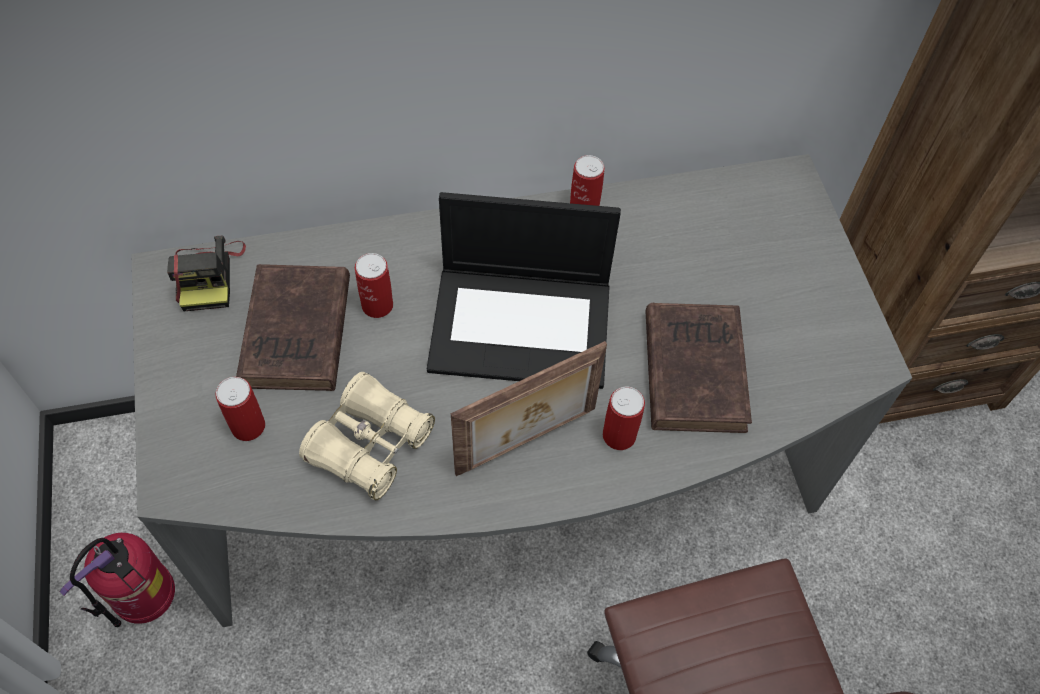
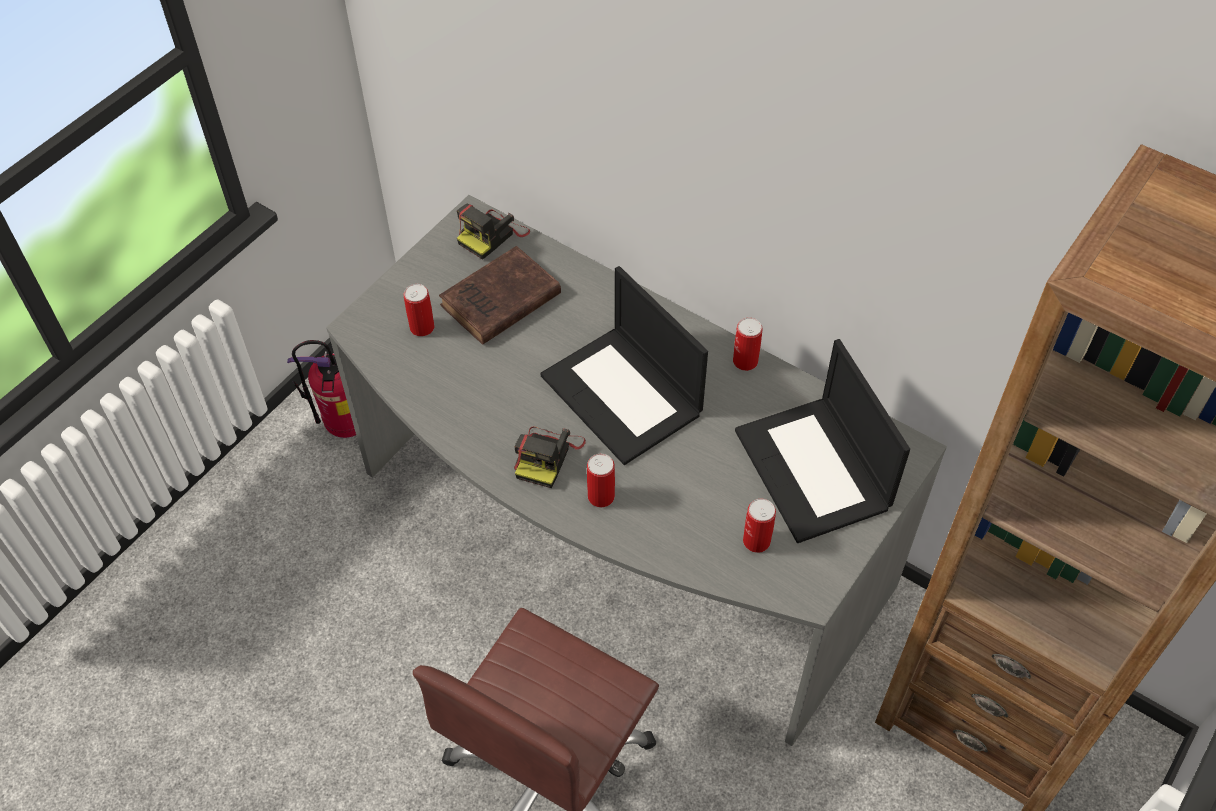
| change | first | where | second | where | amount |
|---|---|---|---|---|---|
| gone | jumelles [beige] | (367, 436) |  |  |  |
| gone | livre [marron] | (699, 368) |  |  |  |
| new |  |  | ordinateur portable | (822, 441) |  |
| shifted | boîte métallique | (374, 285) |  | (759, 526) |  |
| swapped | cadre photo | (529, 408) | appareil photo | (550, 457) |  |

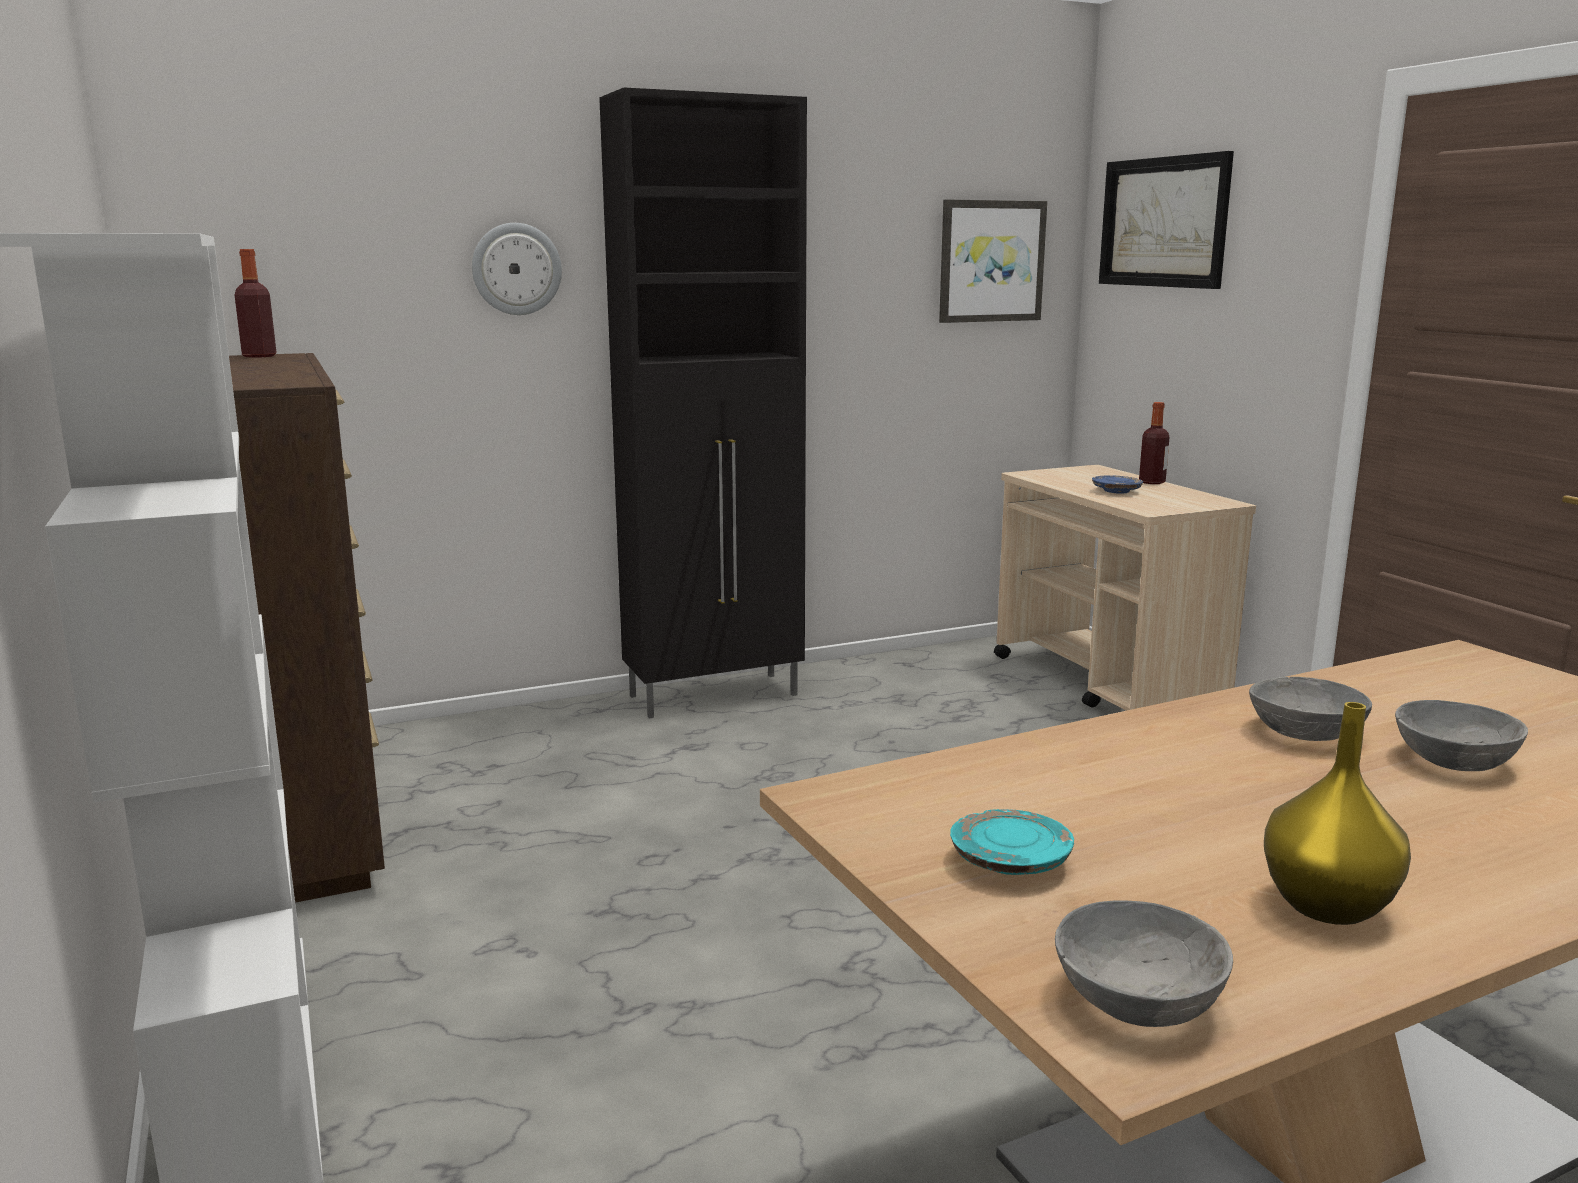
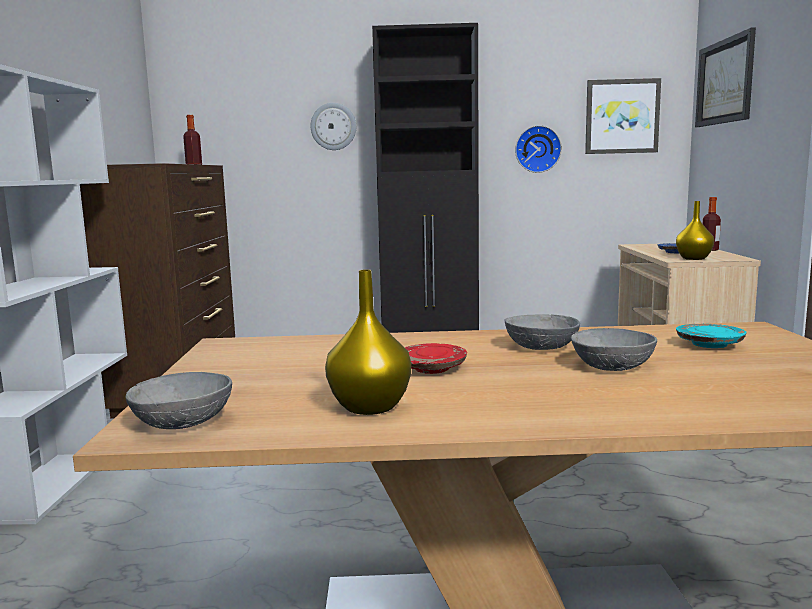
| change | first | where | second | where | amount |
|---|---|---|---|---|---|
| new |  |  | assiette [rouge] | (436, 358) |  |
| new |  |  | horloge murale | (538, 149) |  |
| new |  |  | vase [jaune] | (695, 230) |  |
| shifted | assiette [turquoise] | (1012, 842) |  | (711, 336) |  |

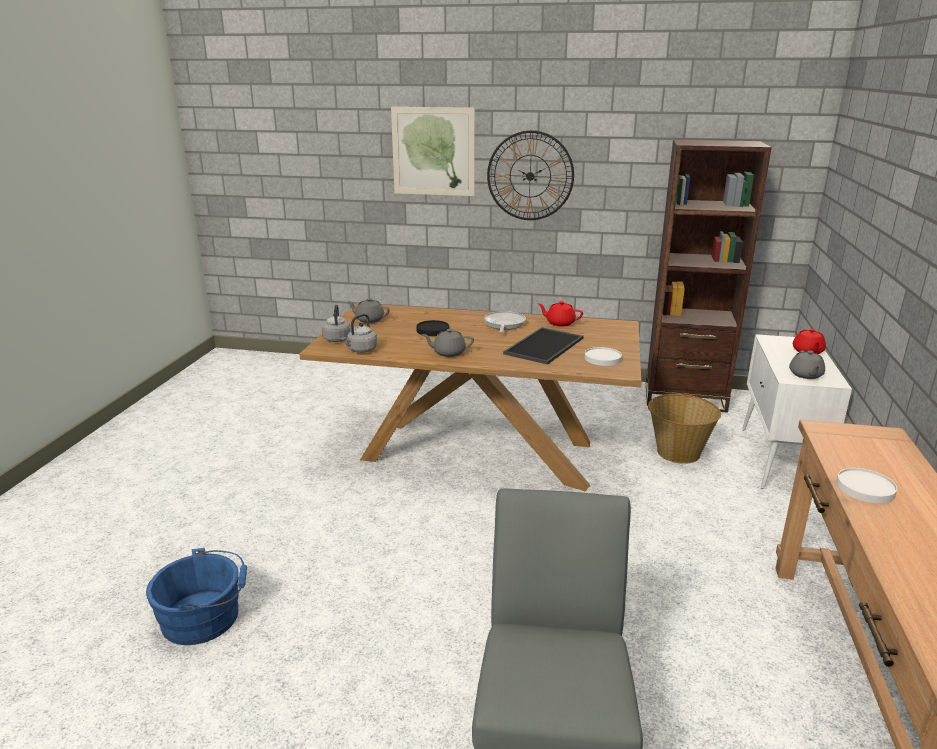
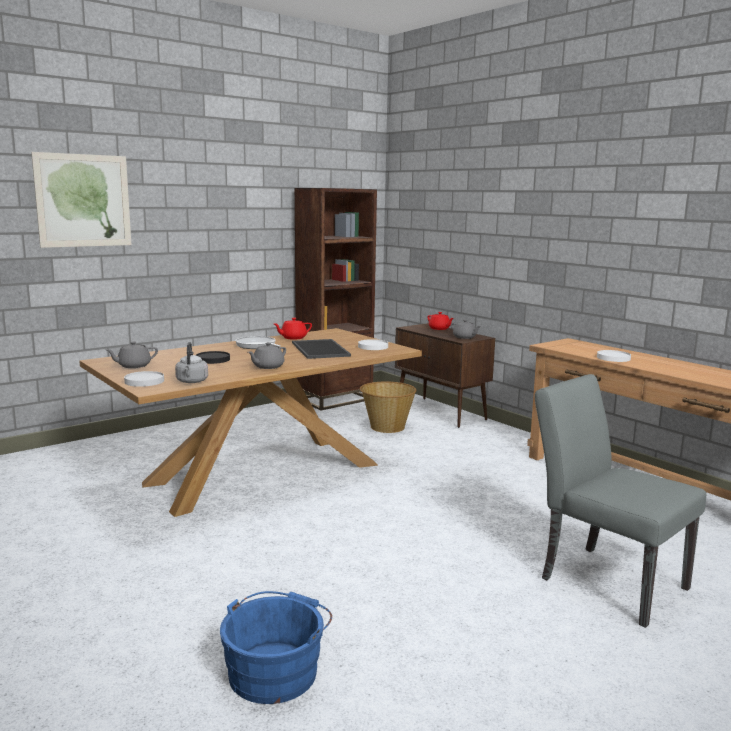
| change | first | where | second | where | amount |
|---|---|---|---|---|---|
| gone | horloge murale | (530, 175) |  |  |  |
| swapped | bouilloire [gris] | (336, 323) | assiette [blanc] | (144, 379) |  |
| repainted | meuble de rangement [blanc] | (797, 411) | meuble de rangement [marron] | (445, 375) |  |

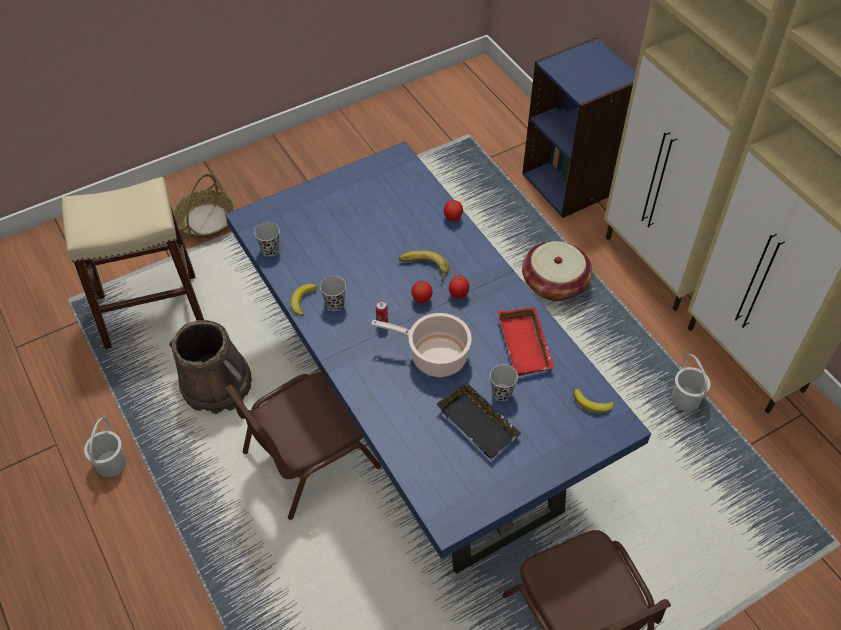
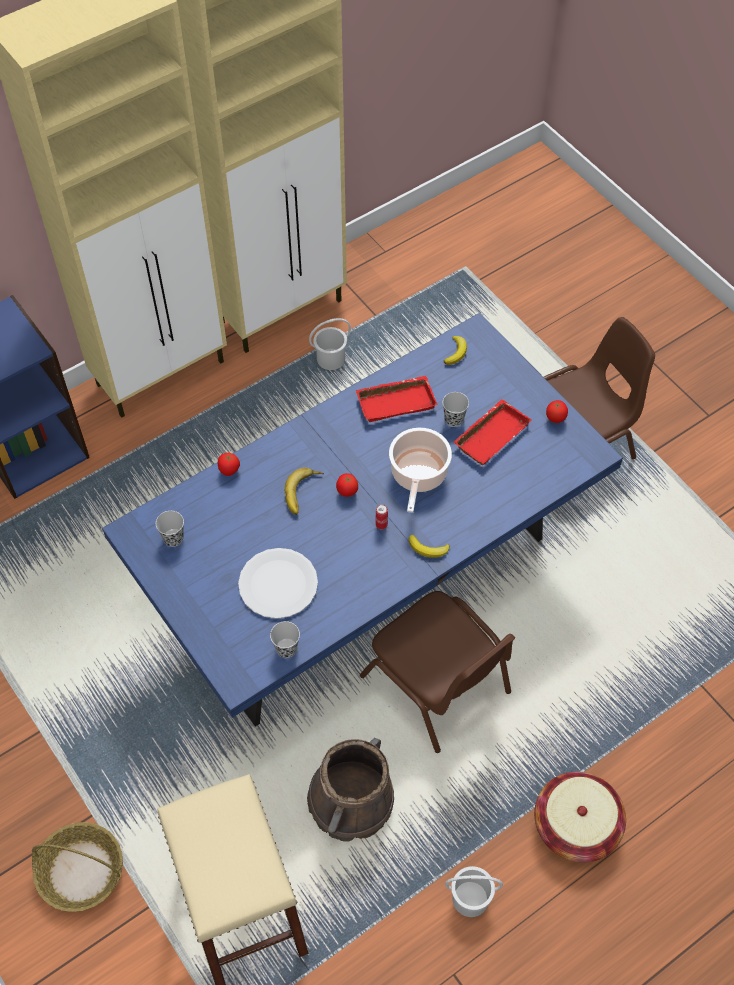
| change | first | where | second | where | amount |
|---|---|---|---|---|---|
| new |  |  | assiette [blanc] | (278, 583) |  |
| shifted | banane | (304, 300) |  | (429, 546) |  |
| shifted | tasse [noir] | (333, 293) |  | (170, 529) |  |
| shifted | tomate | (459, 287) |  | (557, 411) |  |
| shifted | panier | (557, 271) |  | (580, 817) |  |
| repainted | plateau [noir] | (479, 420) | plateau [rouge] | (492, 432) |  |

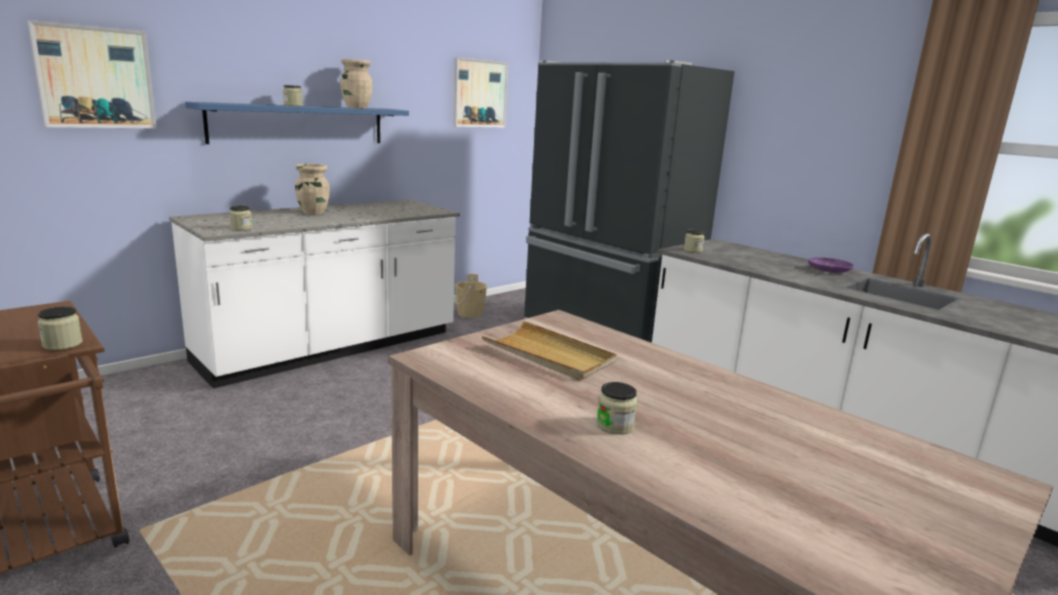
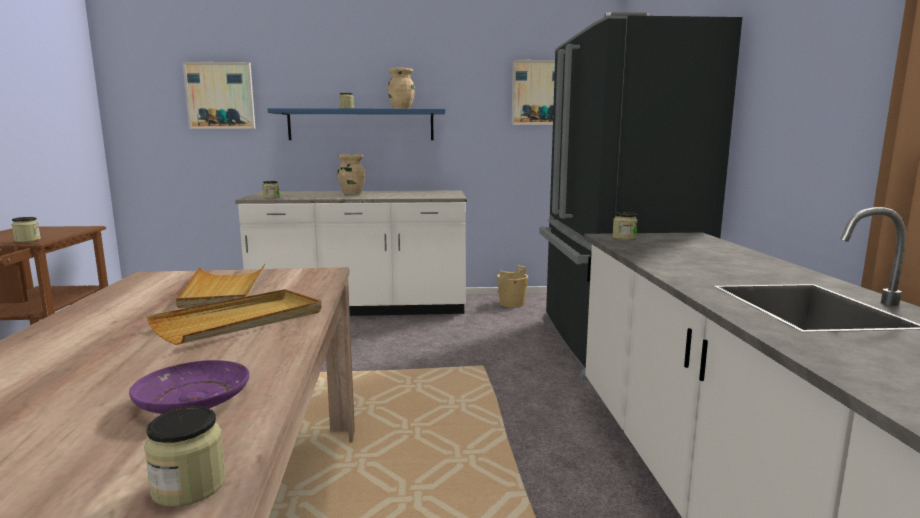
| change | first | where | second | where | amount |
|---|---|---|---|---|---|
| new |  |  | plateau [beige] | (234, 317) |  |
| shifted | bocal | (617, 408) |  | (185, 456) |  |
| shifted | assiette [violet] | (831, 265) |  | (189, 387) |  |

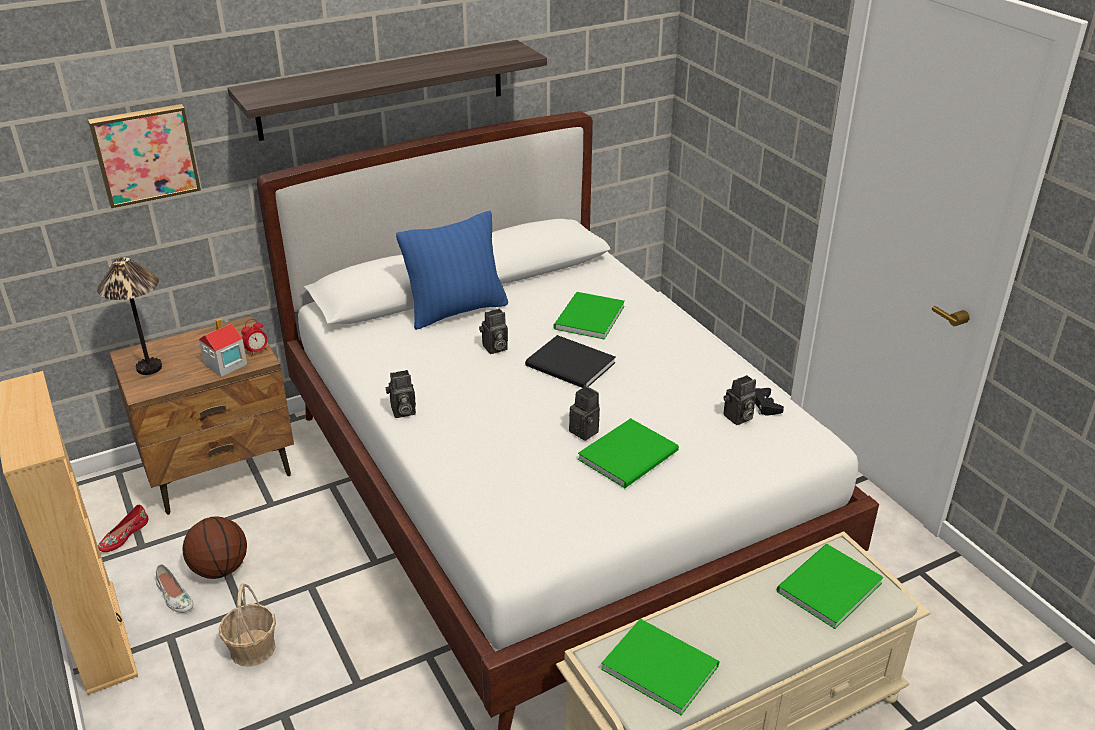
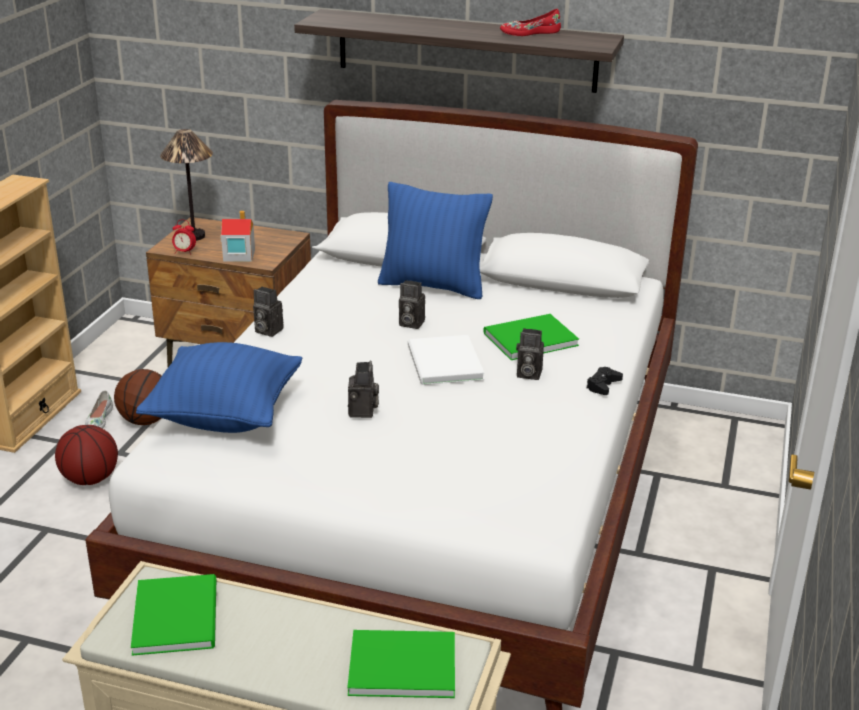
| change | first | where | second | where | amount |
|---|---|---|---|---|---|
| gone | tableau | (144, 156) |  |  |  |
| gone | livre [vert] | (628, 453) |  |  |  |
| new |  |  | coussin [bleu] | (219, 387) |  |
| shifted | chaussure [rouge] | (123, 528) |  | (530, 22) |  |
| shifted | réveil | (254, 336) |  | (184, 237) |  |
| shifted | appareil photo | (740, 400) |  | (530, 354) |  |
| shifted | manette [noir] | (769, 402) |  | (604, 381) |  |
| swapped | panier | (247, 625) | ballon de basket | (86, 455) |  |
| repainted | livre [noir] | (570, 361) | livre [blanc] | (446, 360) |  |

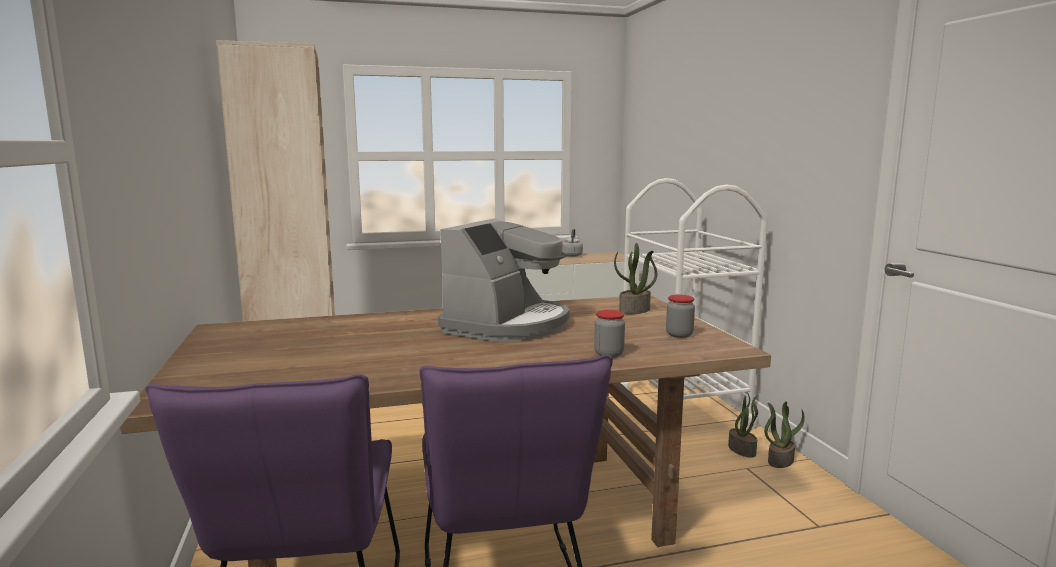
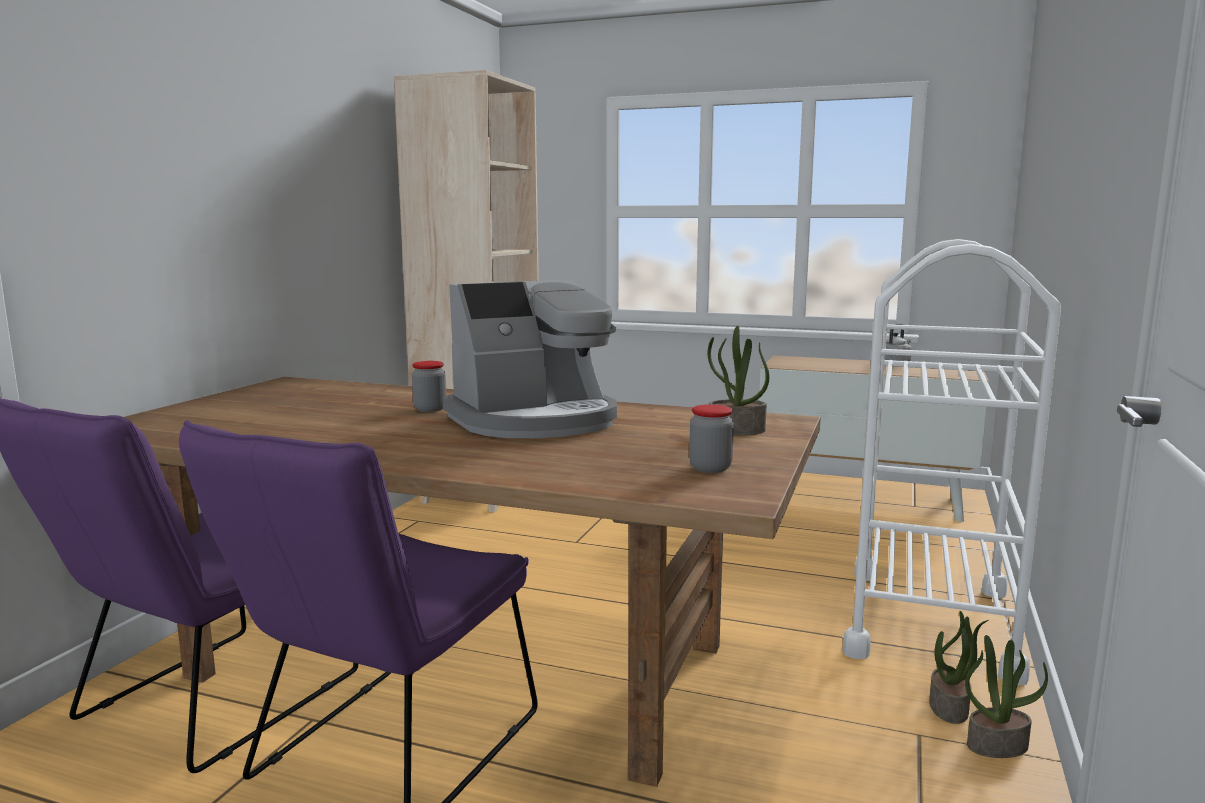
| change | first | where | second | where | amount |
|---|---|---|---|---|---|
| shifted | bocal | (609, 334) |  | (429, 386) |  |

